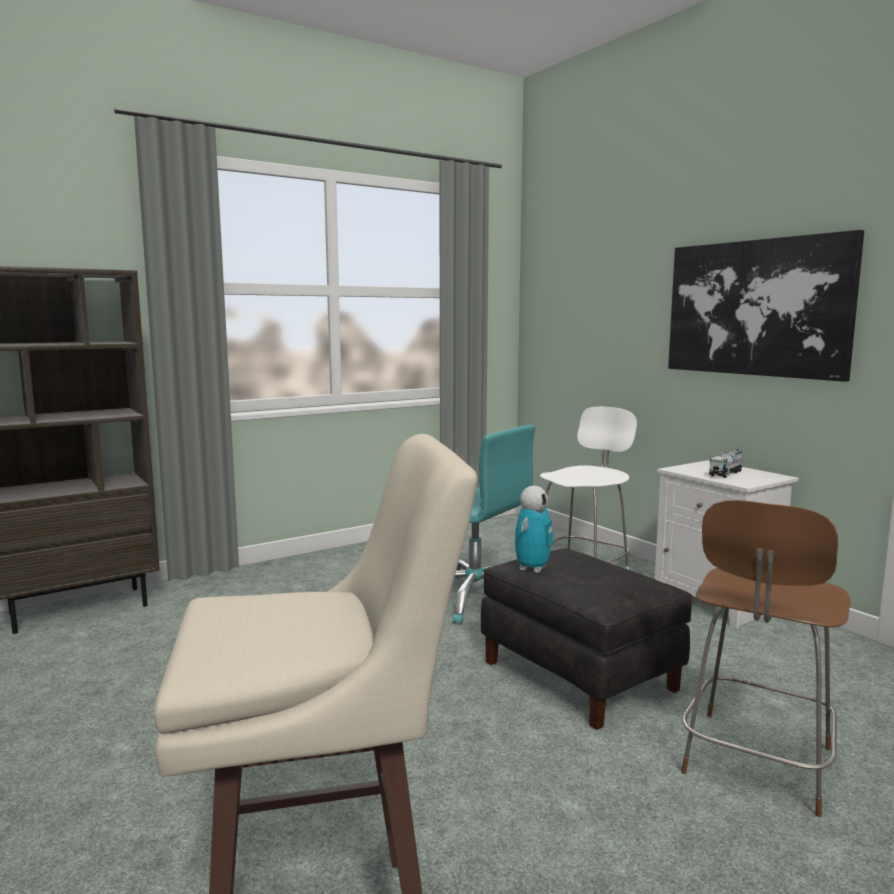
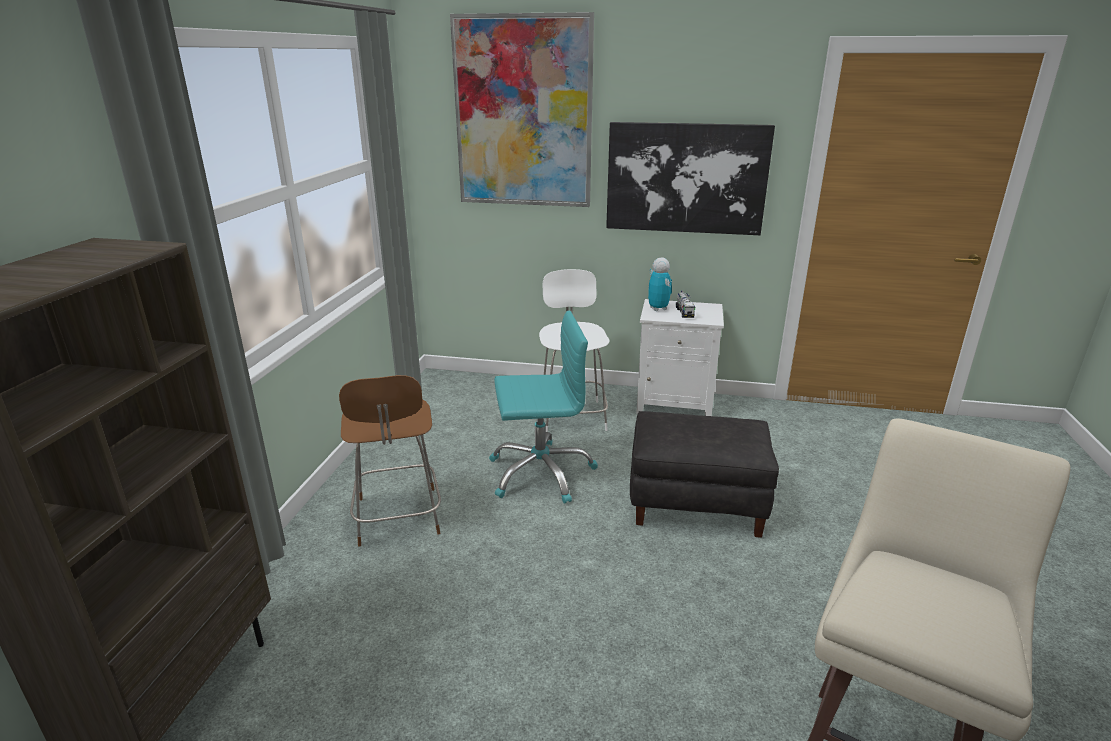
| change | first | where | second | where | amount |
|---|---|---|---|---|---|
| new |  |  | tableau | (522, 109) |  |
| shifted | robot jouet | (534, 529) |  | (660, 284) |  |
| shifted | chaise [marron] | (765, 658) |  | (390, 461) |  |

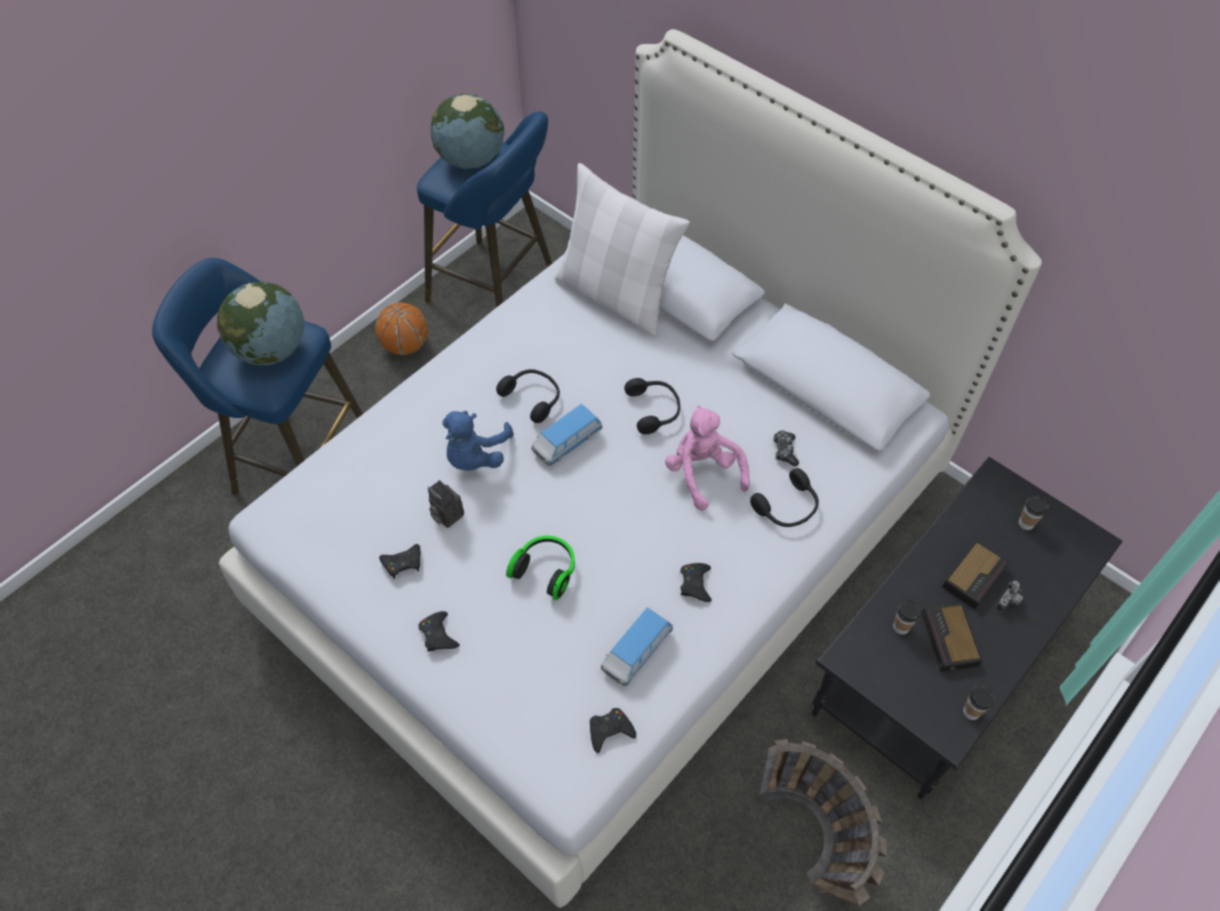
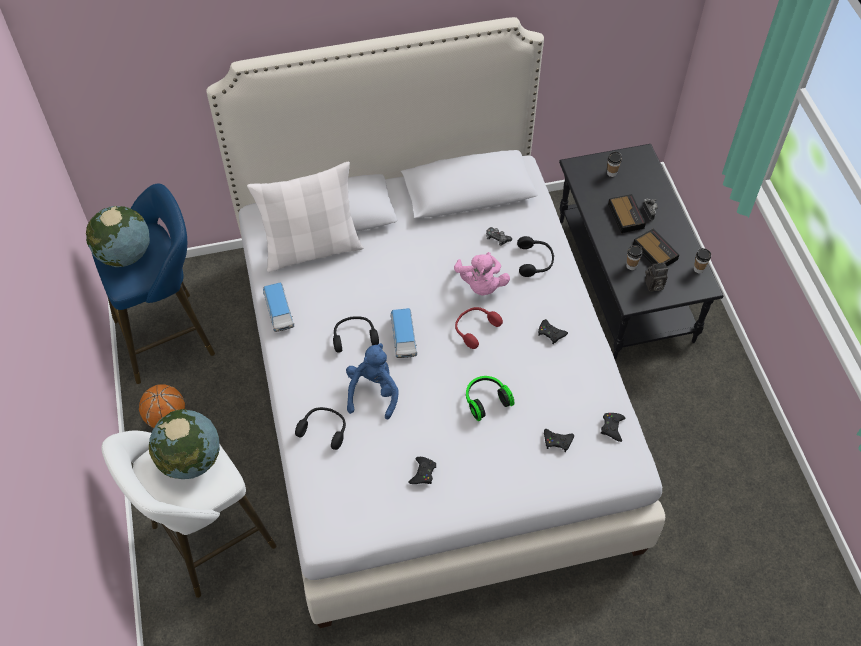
| change | first | where | second | where | amount |
|---|---|---|---|---|---|
| gone | panier | (815, 822) |  |  |  |
| new |  |  | casque audio [rouge] | (479, 328) |  |
| shifted | manette [noir] | (439, 631) |  | (559, 440) |  |
| shifted | appareil photo | (446, 504) |  | (656, 277) |  |
| shifted | petite voiture | (637, 646) |  | (278, 307) |  |
| shifted | casque audio [noir] | (652, 406) |  | (320, 428) |  |
| repainted | tabouret [bleu] | (257, 376) | tabouret [blanc] | (188, 514) |  |
| rotated | peluche [bleu] | (478, 441) |  | (372, 381) | 135 degrees counterclockwise |
| rotated | peluche [rose] | (707, 458) |  | (482, 274) | 105 degrees counterclockwise |
| rotated | réveil | (951, 637) |  | (656, 247) | 150 degrees counterclockwise |

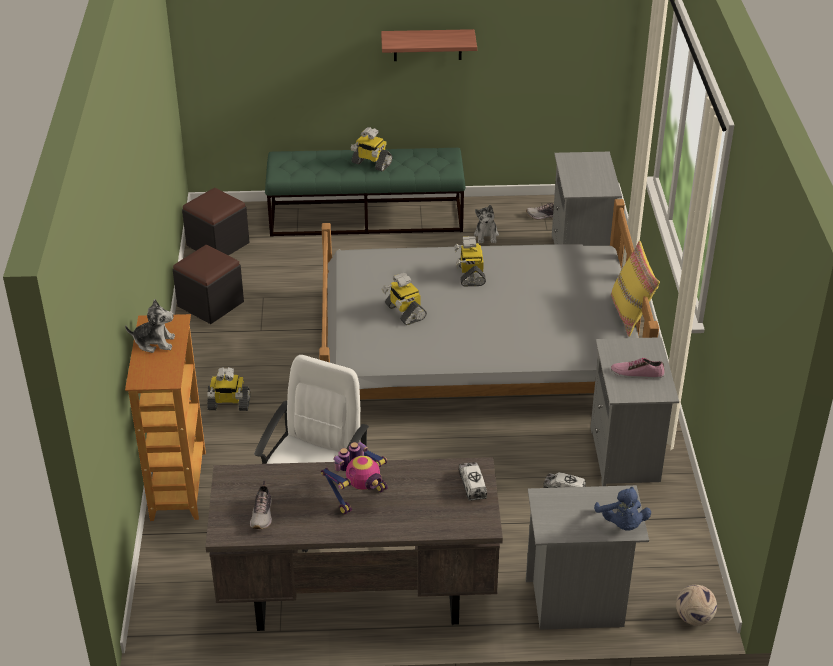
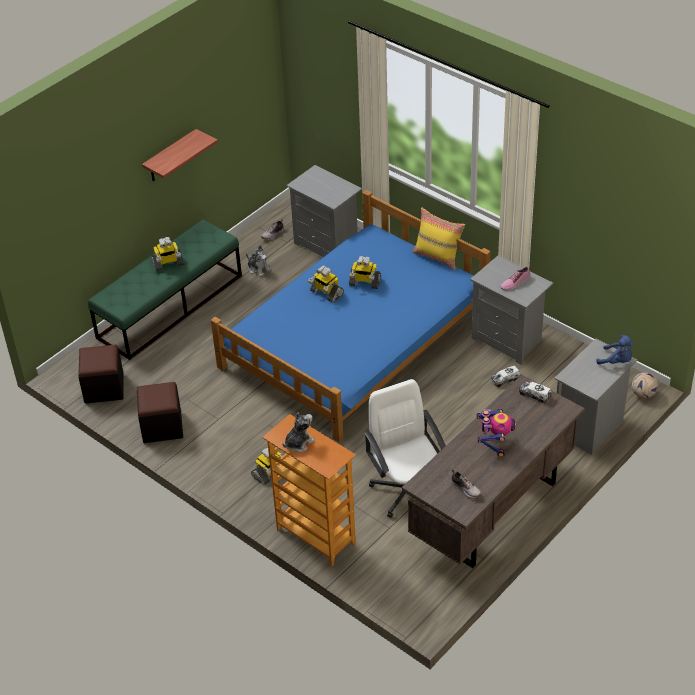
| change | first | where | second | where | amount |
|---|---|---|---|---|---|
| shifted | robot jouet | (404, 298) |  | (365, 272) |  |
| repainted | lit [gris] | (489, 299) | lit [bleu] | (351, 316) |  |

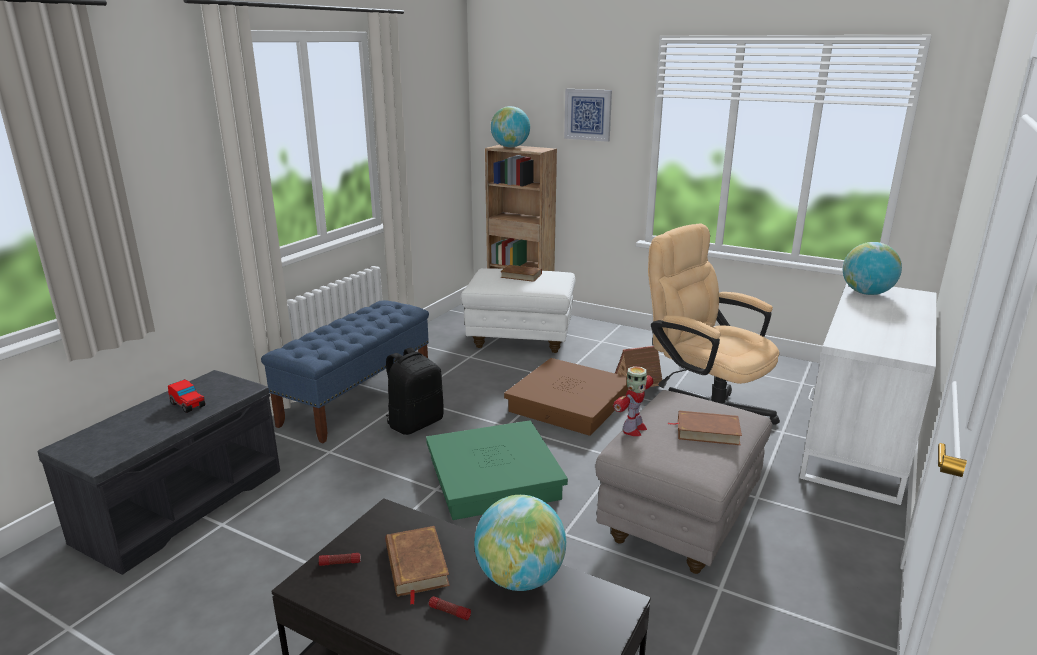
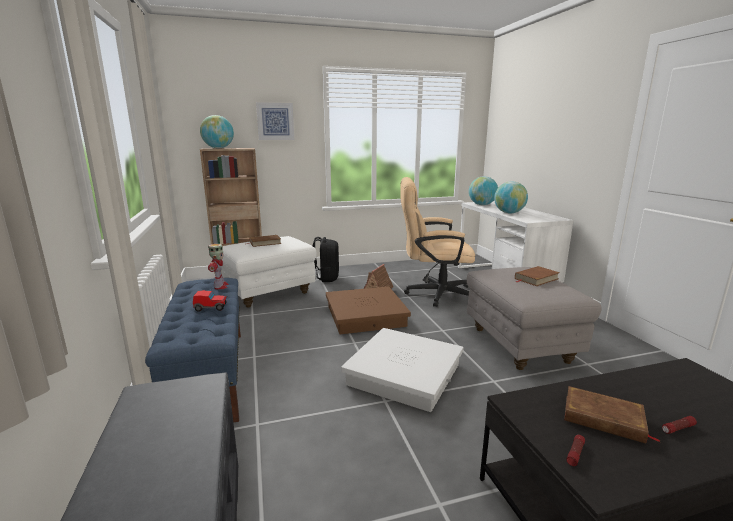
| change | first | where | second | where | amount |
|---|---|---|---|---|---|
| shifted | petite voiture | (187, 396) |  | (210, 301) |  |
| shifted | sac à dos [noir] | (415, 391) |  | (326, 259) |  |
| shifted | globe | (520, 543) |  | (511, 197) |  |
| shifted | robot jouet | (633, 401) |  | (218, 267) |  |
| repainted | boîte de rangement [vert] | (497, 470) | boîte de rangement [blanc] | (402, 370) |  |

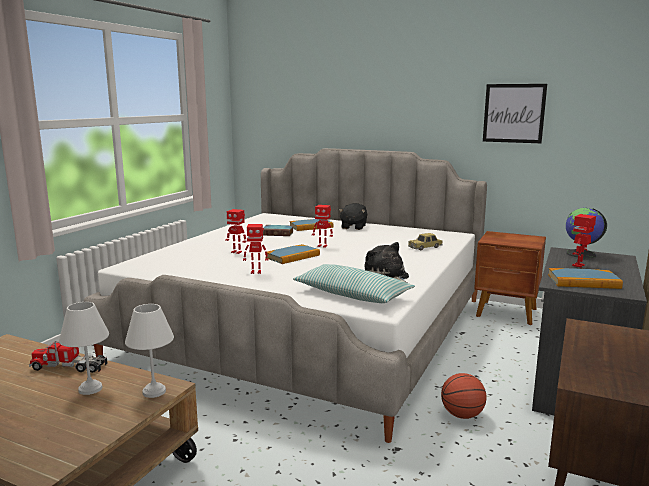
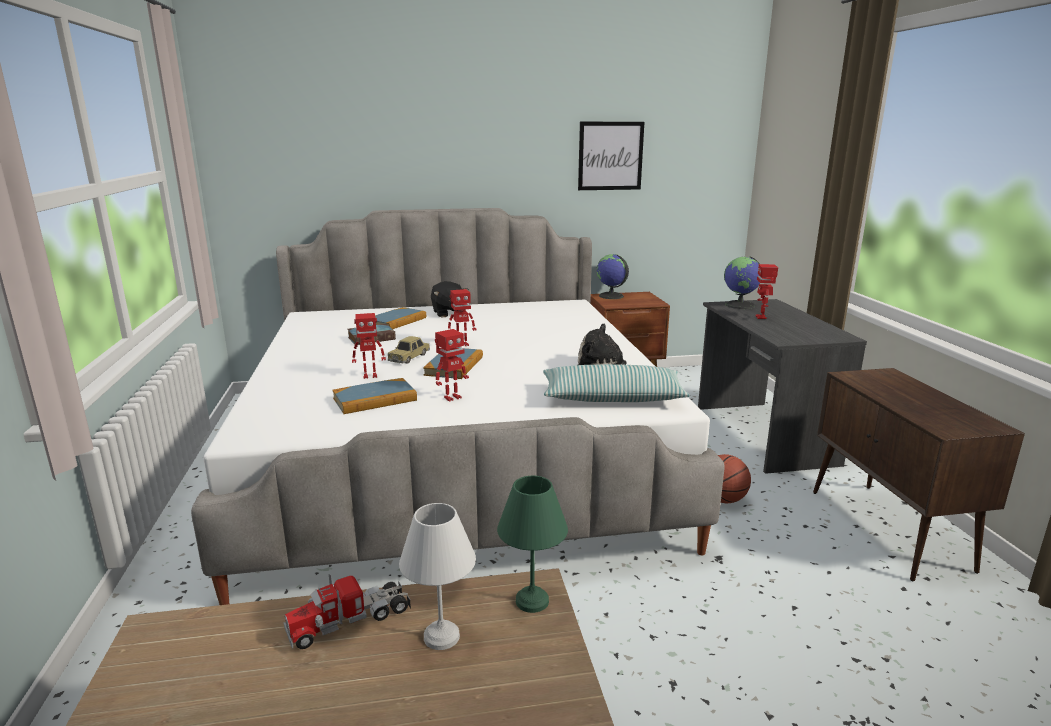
| change | first | where | second | where | amount |
|---|---|---|---|---|---|
| new |  |  | globe | (613, 276) |  |
| shifted | petite voiture | (425, 242) |  | (409, 350) |  |
| shifted | livre | (585, 278) |  | (374, 396) |  |
| repainted | lampe de table [blanc] | (149, 351) | lampe de table [vert] | (532, 544) |  |

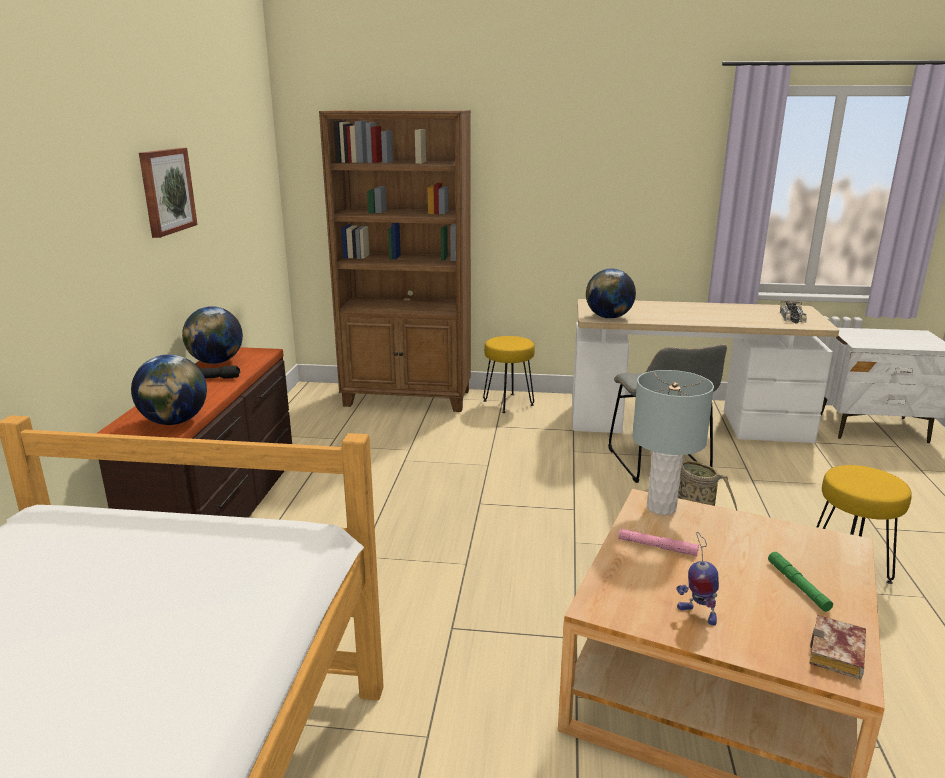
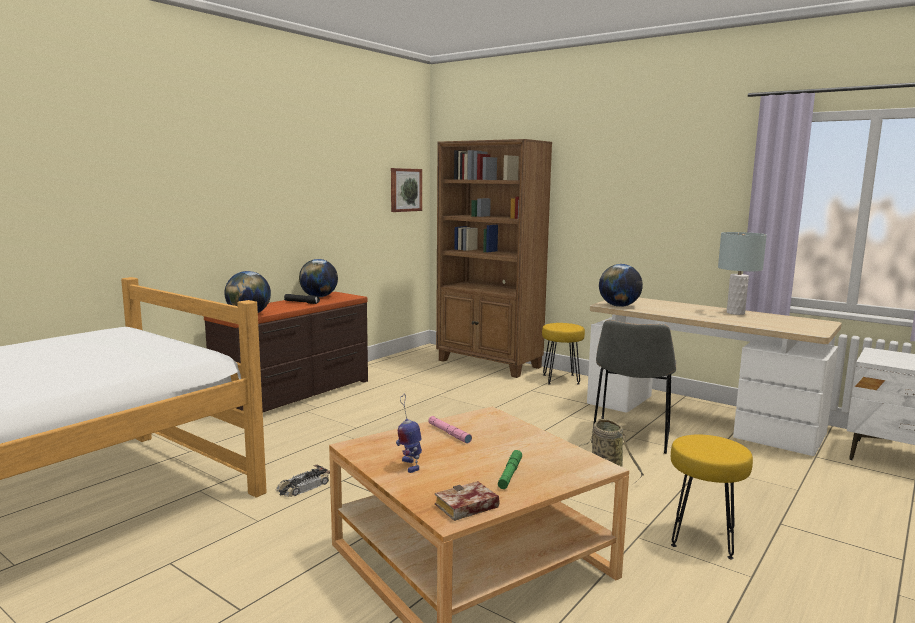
| change | first | where | second | where | amount |
|---|---|---|---|---|---|
| shifted | tableau | (168, 193) |  | (406, 190) |  |
| shifted | lampe de table [gris] | (673, 442) |  | (742, 273) |  |
| shifted | petite voiture | (793, 312) |  | (302, 481) |  |

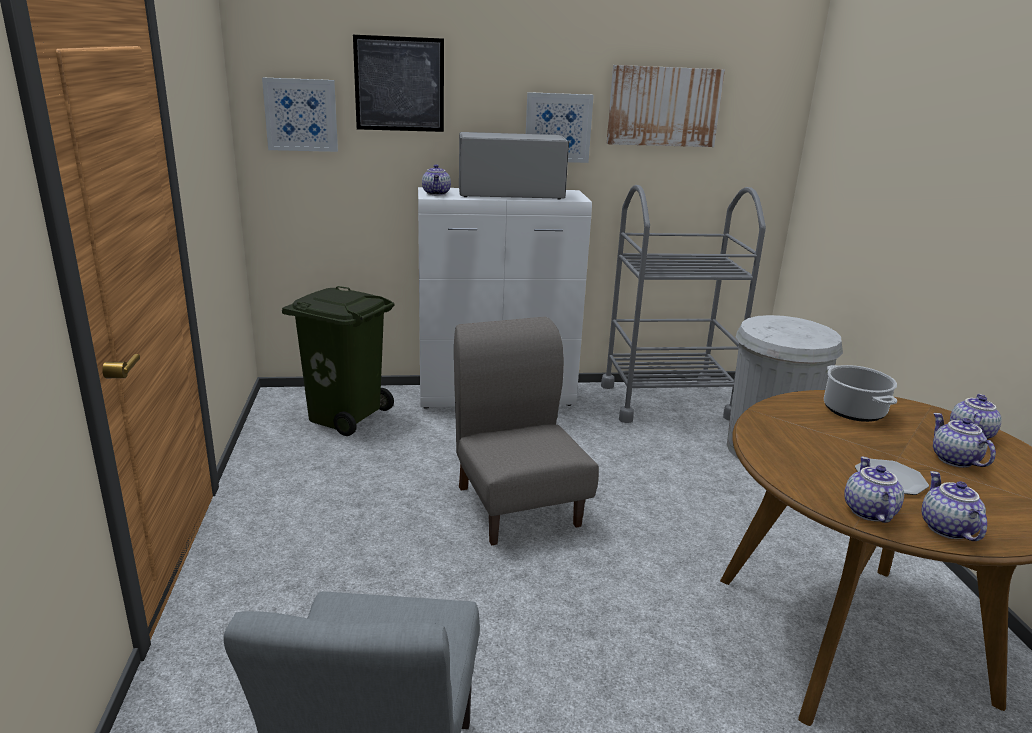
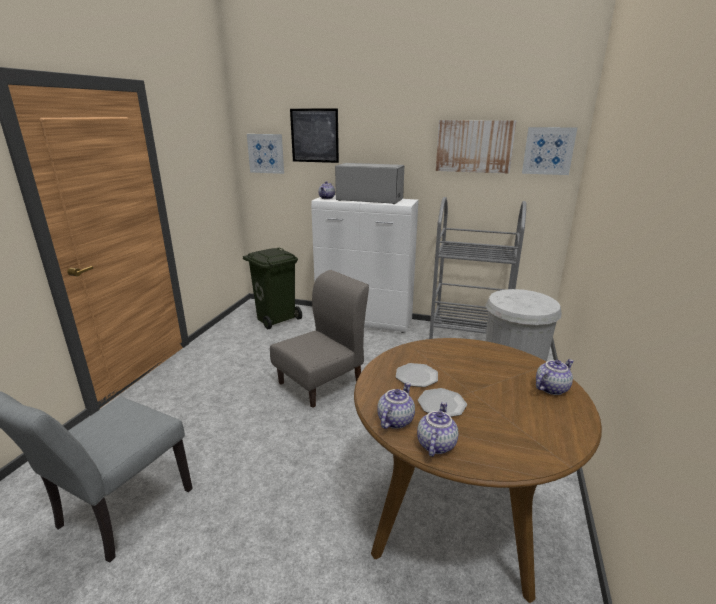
| change | first | where | second | where | amount |
|---|---|---|---|---|---|
| gone | marmite | (860, 393) |  |  |  |
| gone | théière | (964, 440) |  |  |  |
| new |  |  | assiette | (417, 375) |  |
| shifted | tableau | (560, 127) |  | (549, 151) |  |
| rotated | chaise [gris] | (526, 431) |  | (319, 339) | 45 degrees clockwise |

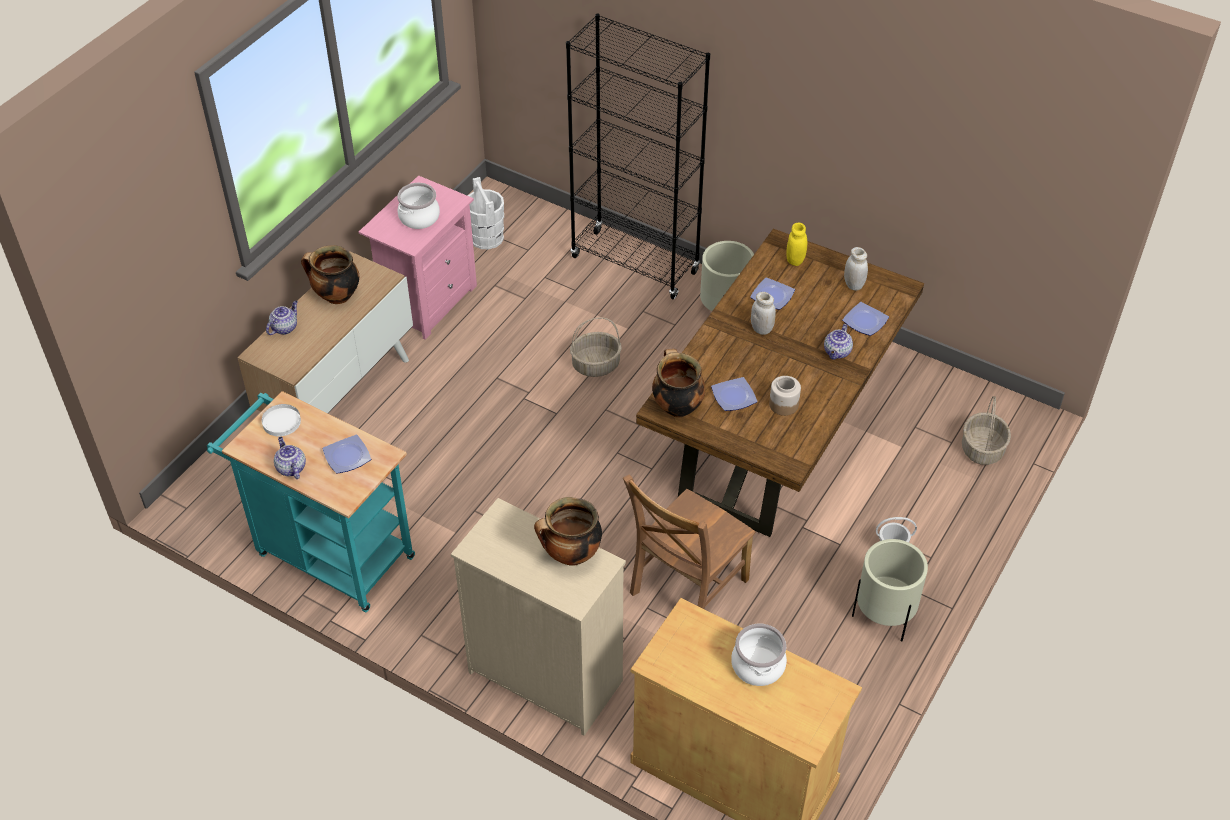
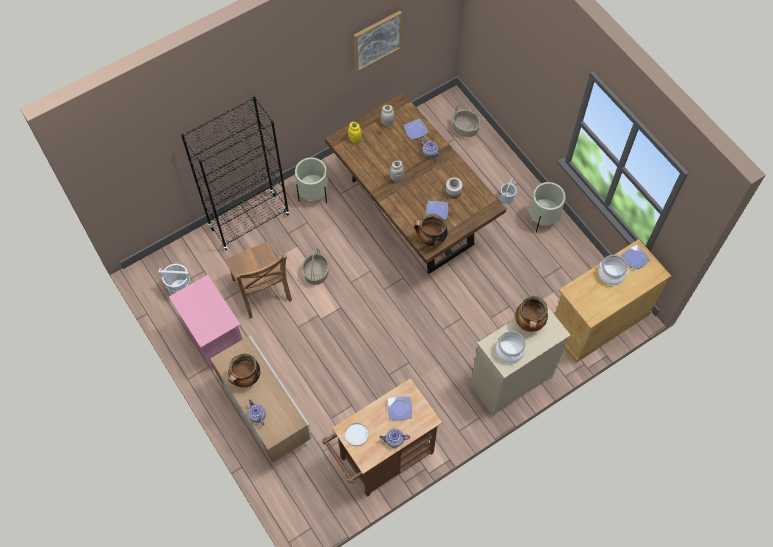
| change | first | where | second | where | amount |
|---|---|---|---|---|---|
| new |  |  | tableau | (378, 41) |  |
| shifted | marmite | (418, 206) |  | (510, 347) |  |
| shifted | chaise [marron] | (689, 541) |  | (259, 280) |  |
| shifted | assiette | (772, 293) |  | (635, 257) |  |
| repainted | chariot [turquoise] | (311, 501) | chariot [marron] | (382, 437) |  |

